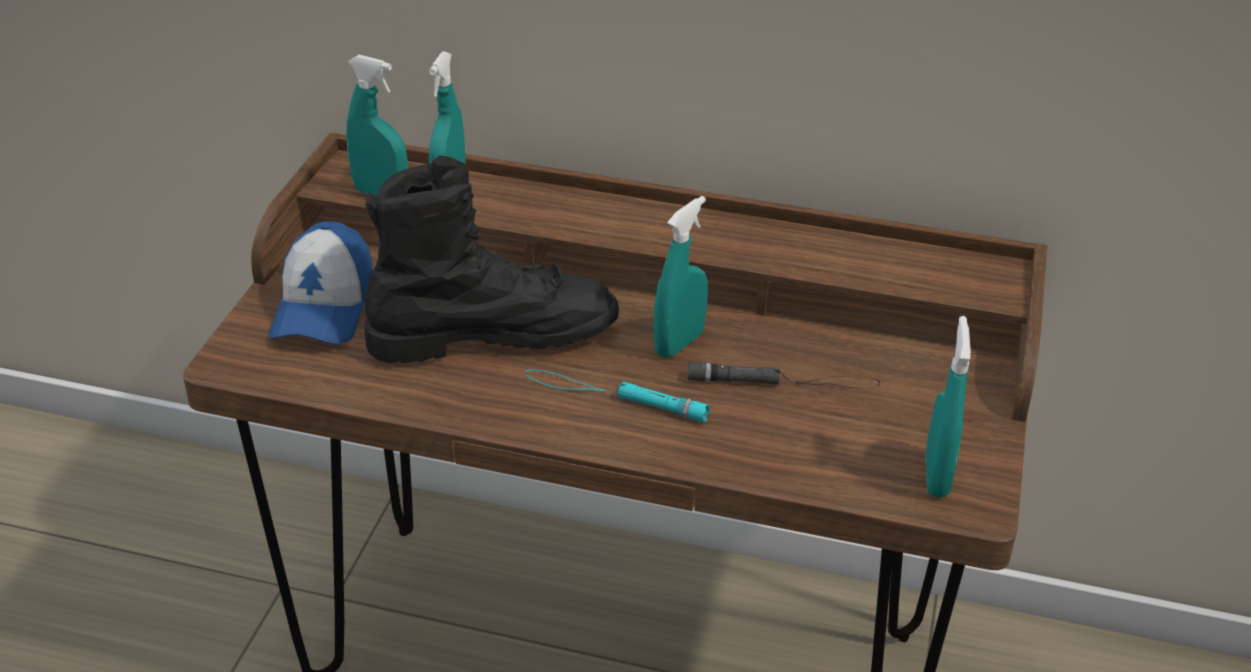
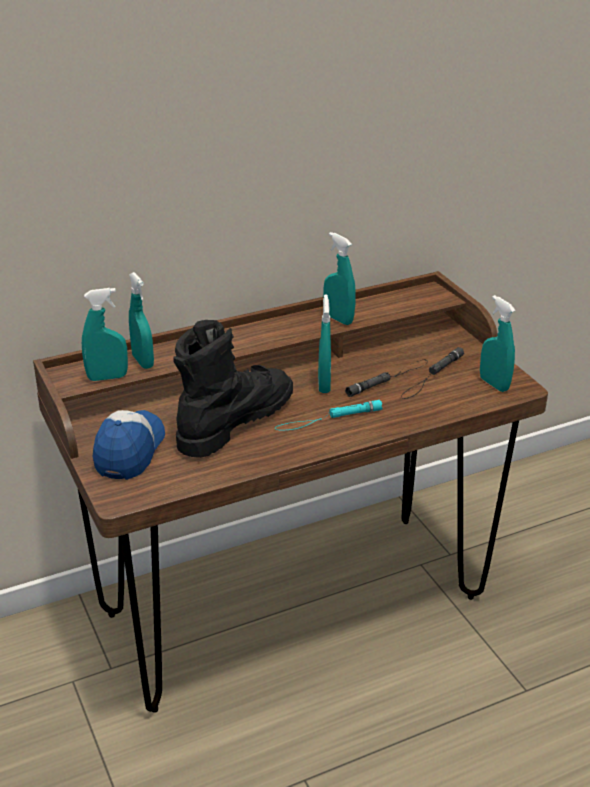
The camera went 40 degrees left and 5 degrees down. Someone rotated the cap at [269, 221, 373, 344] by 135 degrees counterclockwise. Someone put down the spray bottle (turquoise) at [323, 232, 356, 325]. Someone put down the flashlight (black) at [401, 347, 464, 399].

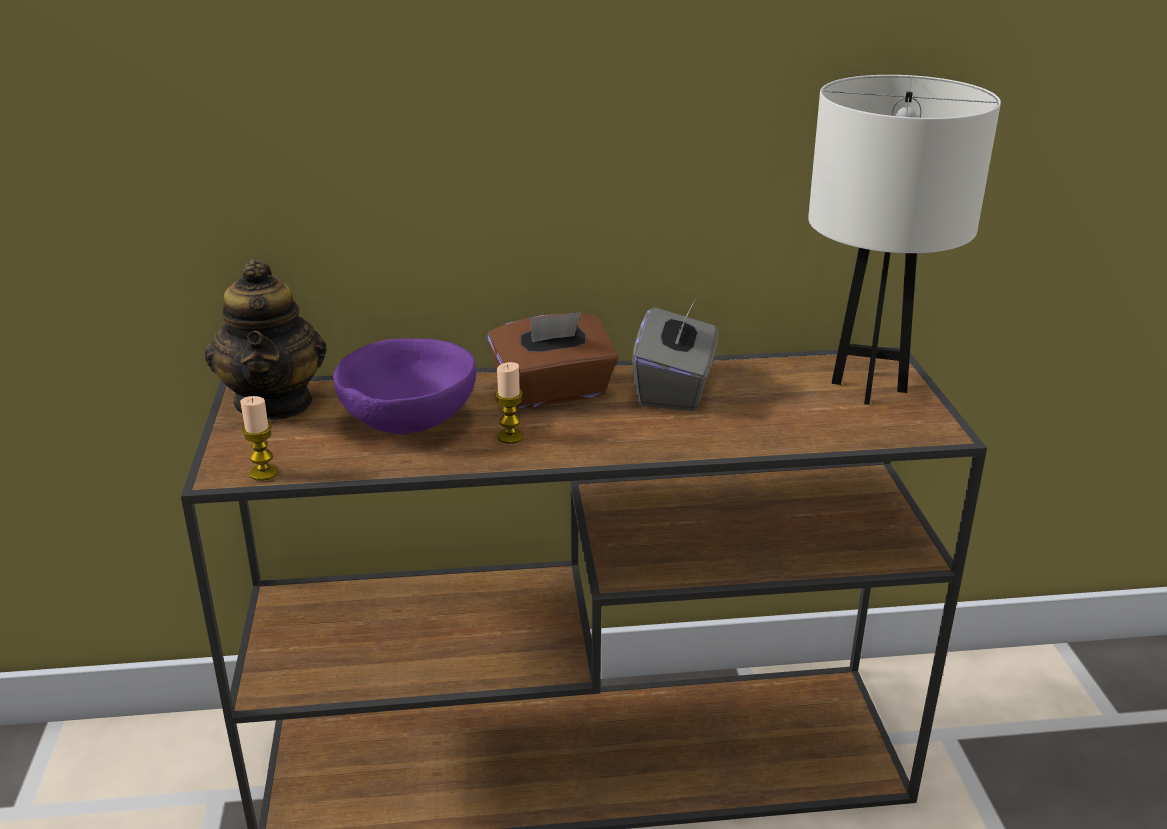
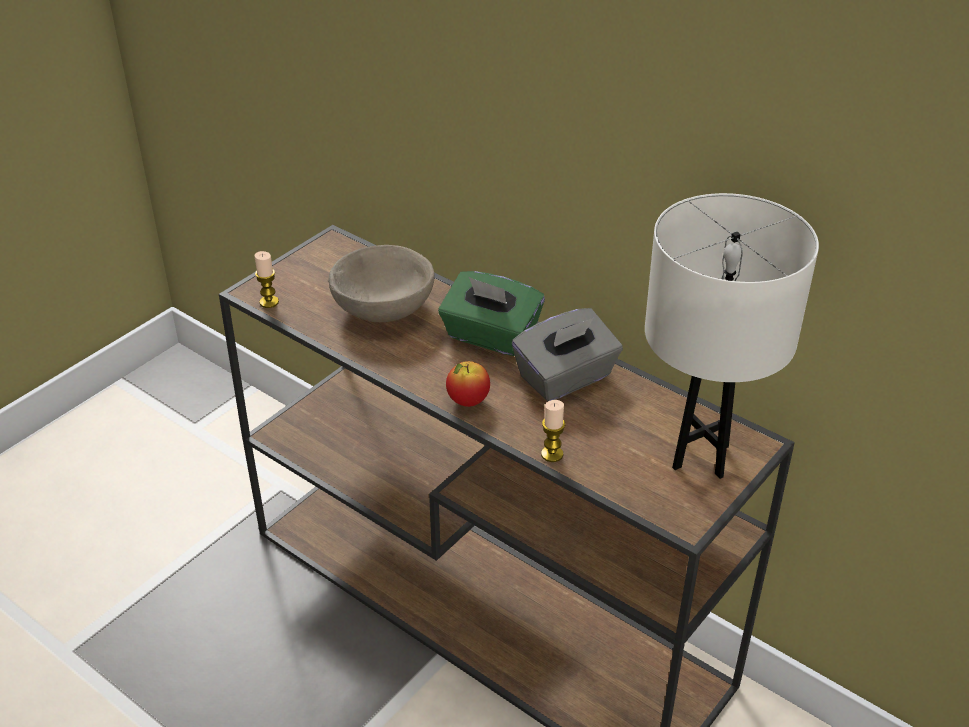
The camera went 45 degrees right and 10 degrees up. Someone took away the teapot at [205, 259, 326, 420]. Someone repainted the bowl (purple) at [333, 338, 476, 435], which became the bowl (beige) at [328, 245, 434, 322]. Someone repainted the tissue box (brown) at [487, 312, 618, 409], which became the tissue box (green) at [438, 271, 545, 356]. Someone carried the candle from [495, 362, 524, 444] to [541, 400, 565, 462]. Someone put down the apple at [446, 361, 490, 407].

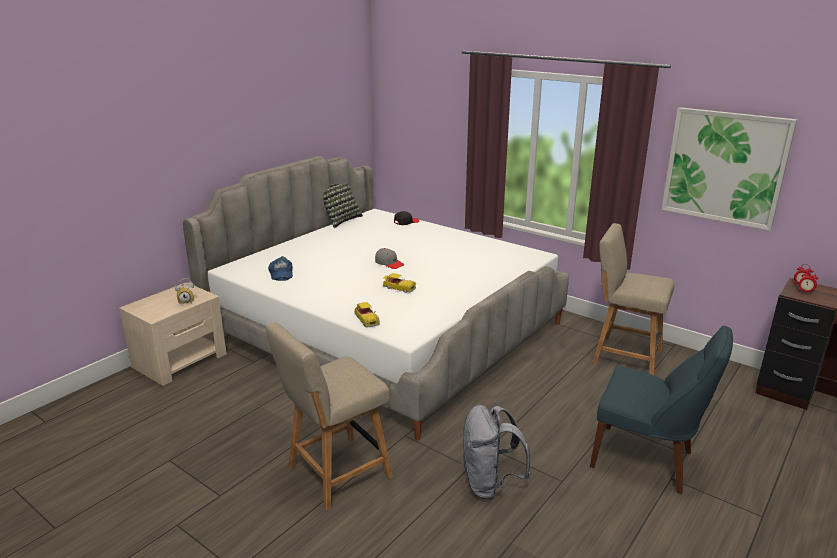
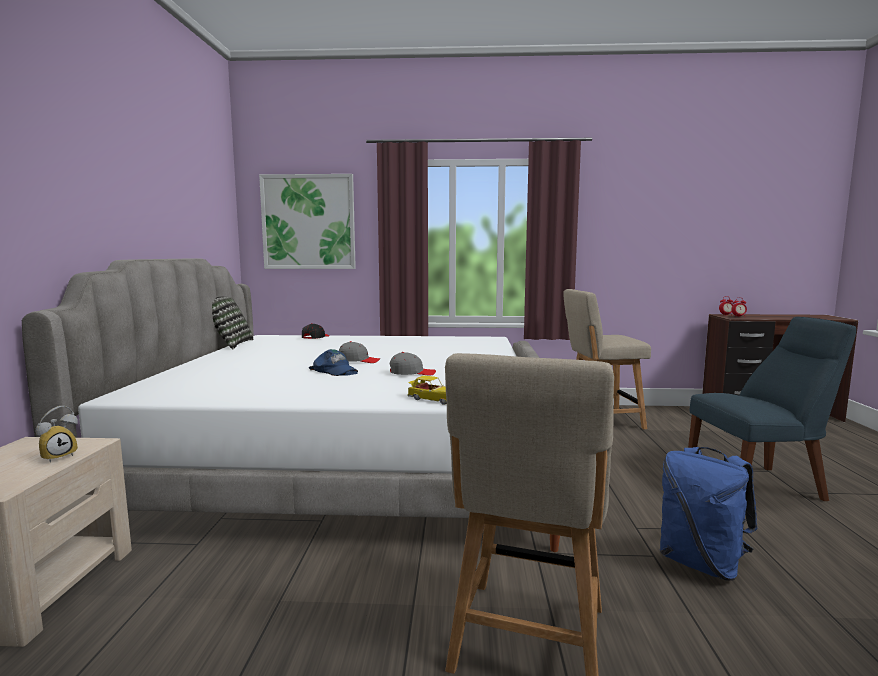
The camera went 35 degrees left and 15 degrees down. Someone carried the cap (blue) from [268, 256, 293, 281] to [309, 349, 358, 376]. Someone swapped the toy car at [383, 273, 416, 293] for the cap (grey) at [390, 352, 436, 376]. Someone repainted the backpack (grey) at [462, 405, 531, 500], which became the backpack (blue) at [660, 447, 757, 581]. Someone carried the picture from [662, 107, 797, 230] to [259, 174, 356, 269].

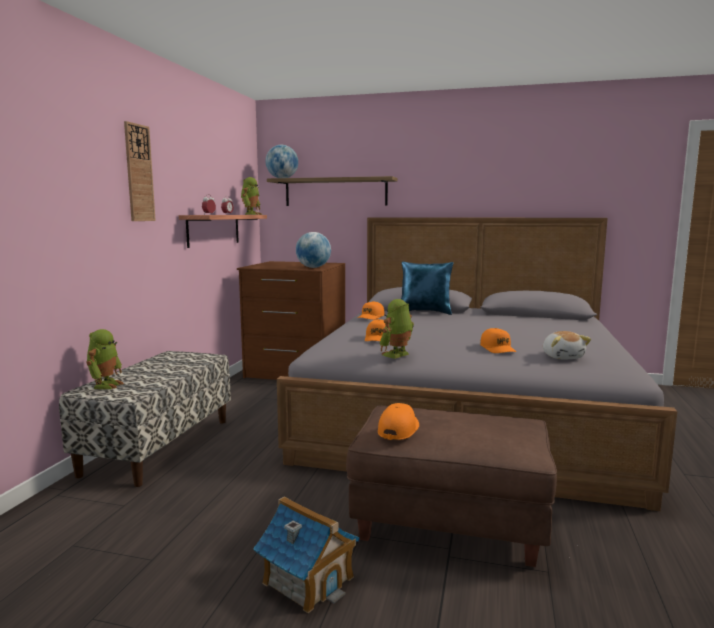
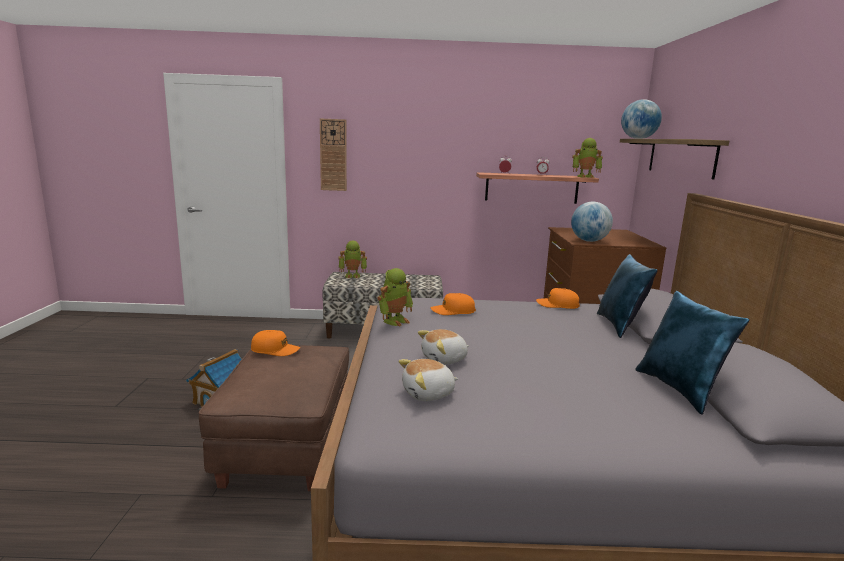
The camera went 75 degrees right and 5 degrees up. Someone carried the wall clock from [124, 121, 156, 221] to [320, 119, 347, 191]. Someone rotated the toy robot at [379, 299, 414, 359] by 105 degrees clockwise. Someone swapped the cap (orange) at [480, 328, 516, 353] for the plush toy at [418, 329, 469, 365]. Someone put down the pillow (blue) at [635, 291, 750, 415].

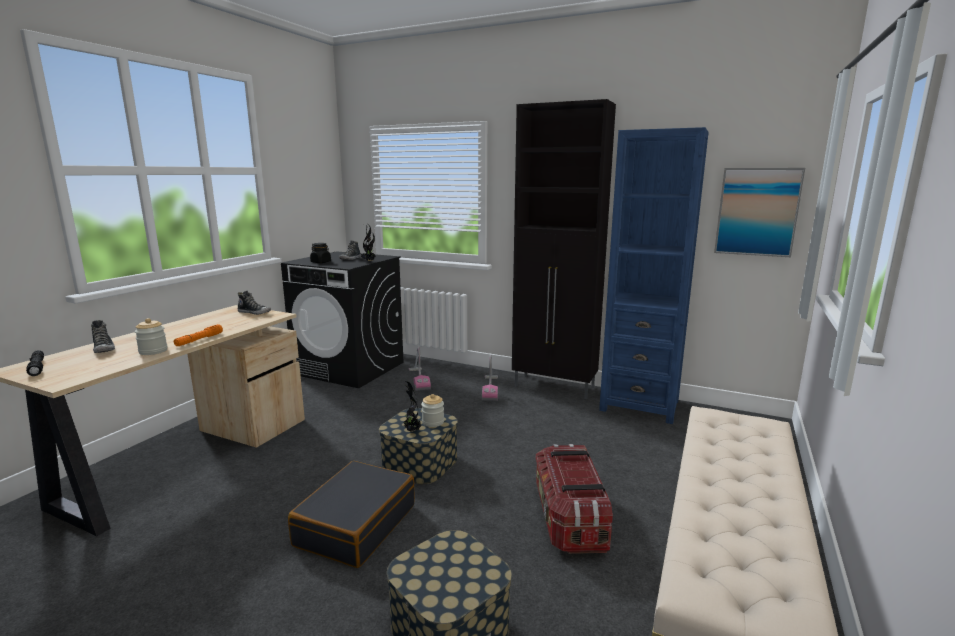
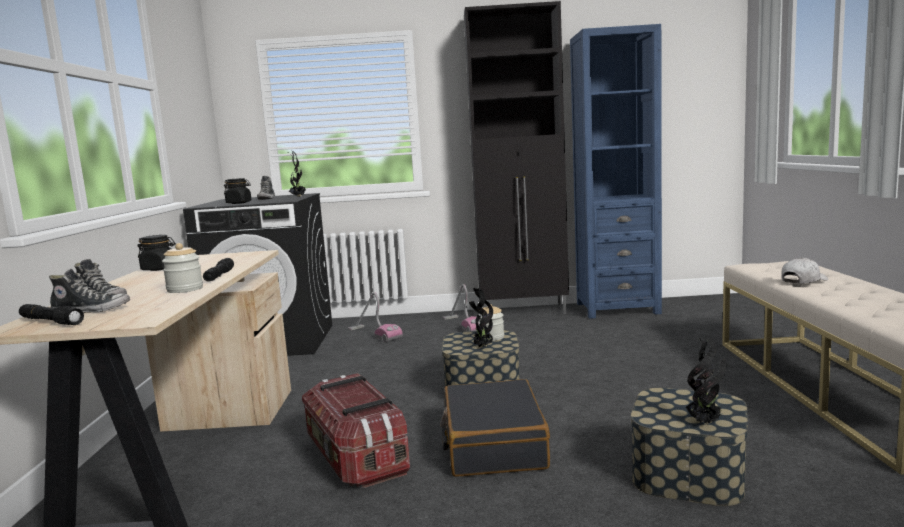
The camera went 25 degrees left and 5 degrees down. Someone repainted the flashlight (orange) at [174, 324, 223, 346], which became the flashlight (black) at [203, 258, 234, 282]. Someone carried the shoe from [237, 291, 271, 315] to [49, 269, 130, 313]. Someone carried the storage box from [536, 444, 613, 554] to [302, 373, 410, 488]. Someone took away the picture at [714, 168, 805, 257]. Someone put down the jar (black) at [137, 235, 176, 271]. Someone put down the potted plant at [686, 336, 726, 424]. Someone put down the cap (white) at [781, 257, 828, 284].

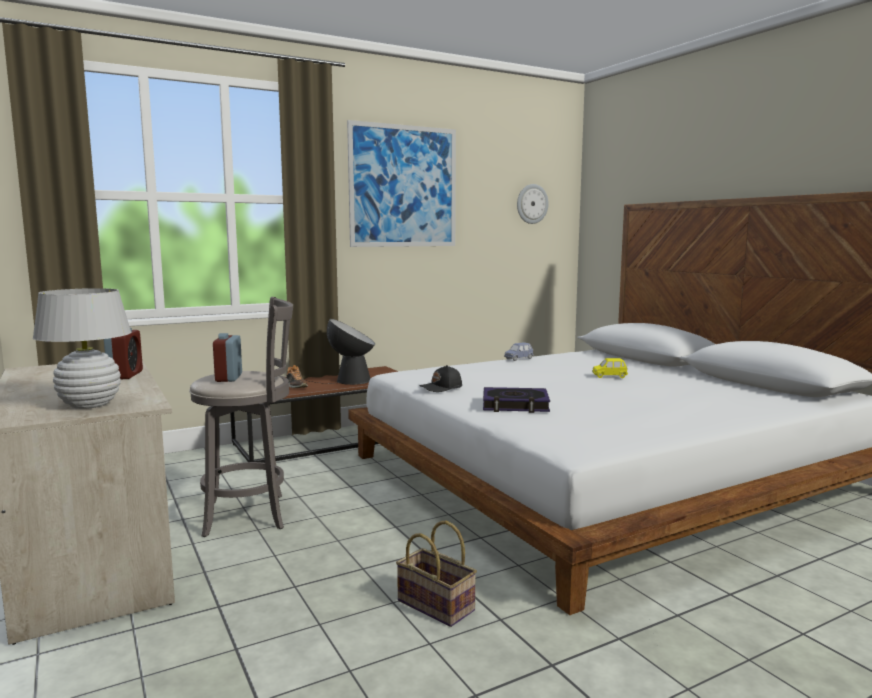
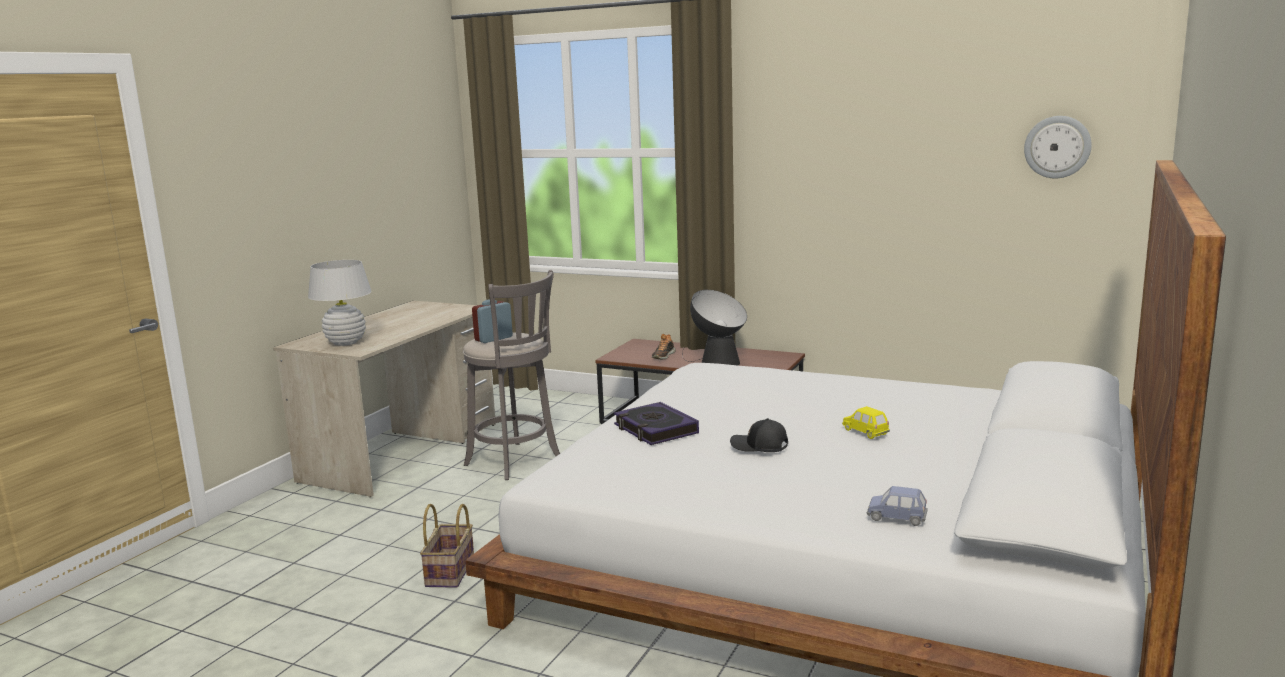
The camera went 55 degrees right and 5 degrees up. Someone took away the alarm clock at [104, 327, 143, 379]. Someone took away the picture at [347, 120, 456, 247]. Someone carried the cap (black) from [419, 365, 462, 392] to [730, 418, 788, 452]. Someone carried the toy car (blue) from [504, 342, 534, 361] to [867, 486, 928, 526].

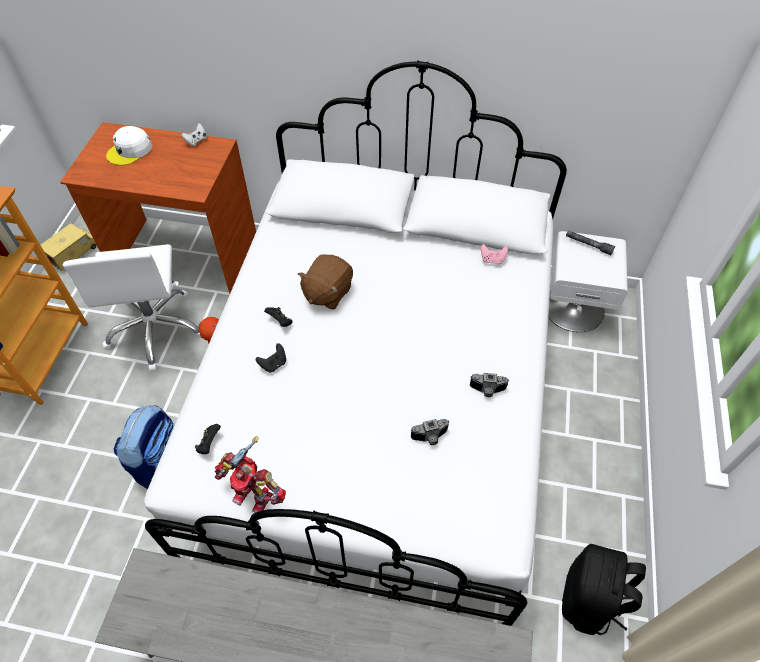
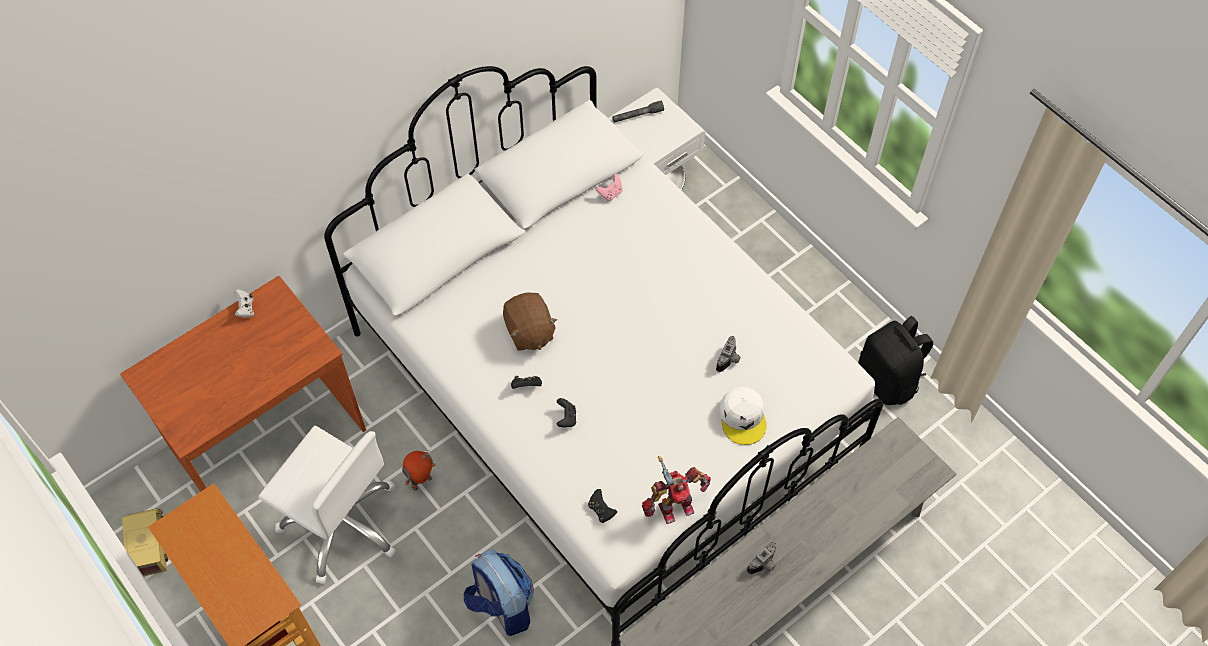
The camera went 50 degrees left and 5 degrees up. Someone carried the cap (white) from [106, 126, 152, 165] to [719, 387, 767, 445]. Someone carried the photo camera from [470, 373, 509, 397] to [747, 542, 776, 574].

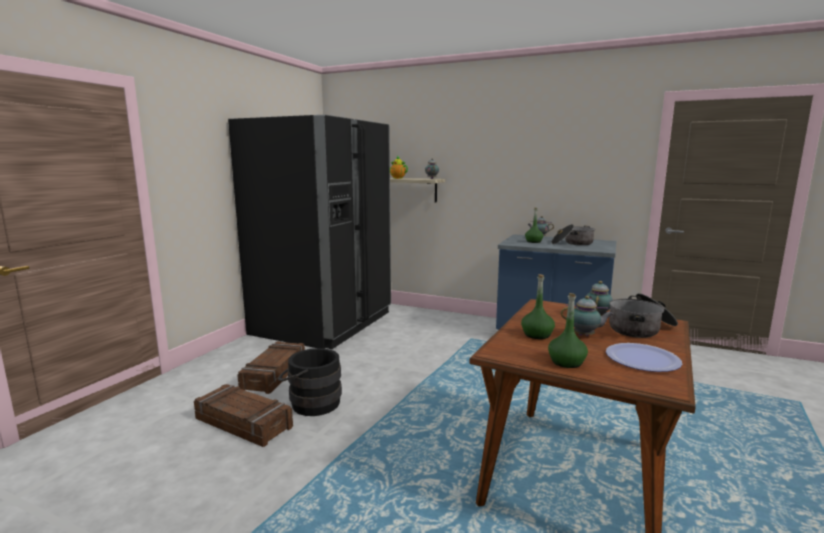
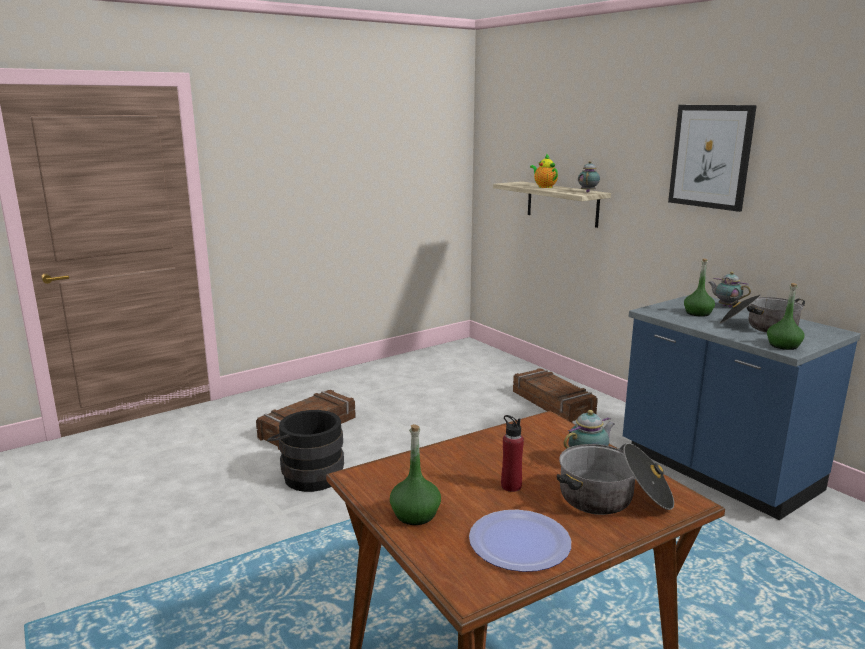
The camera went 30 degrees right and 5 degrees up. Someone carried the crate from [194, 384, 293, 447] to [513, 368, 598, 422]. Someone took away the fridge (black) at [228, 115, 391, 349]. Someone carried the bottle (green) from [521, 274, 555, 339] to [767, 283, 805, 350]. Someone swapped the teapot at [561, 296, 613, 336] for the bottle (red) at [501, 415, 524, 492]. Someone put up the picture at [668, 105, 757, 212].

